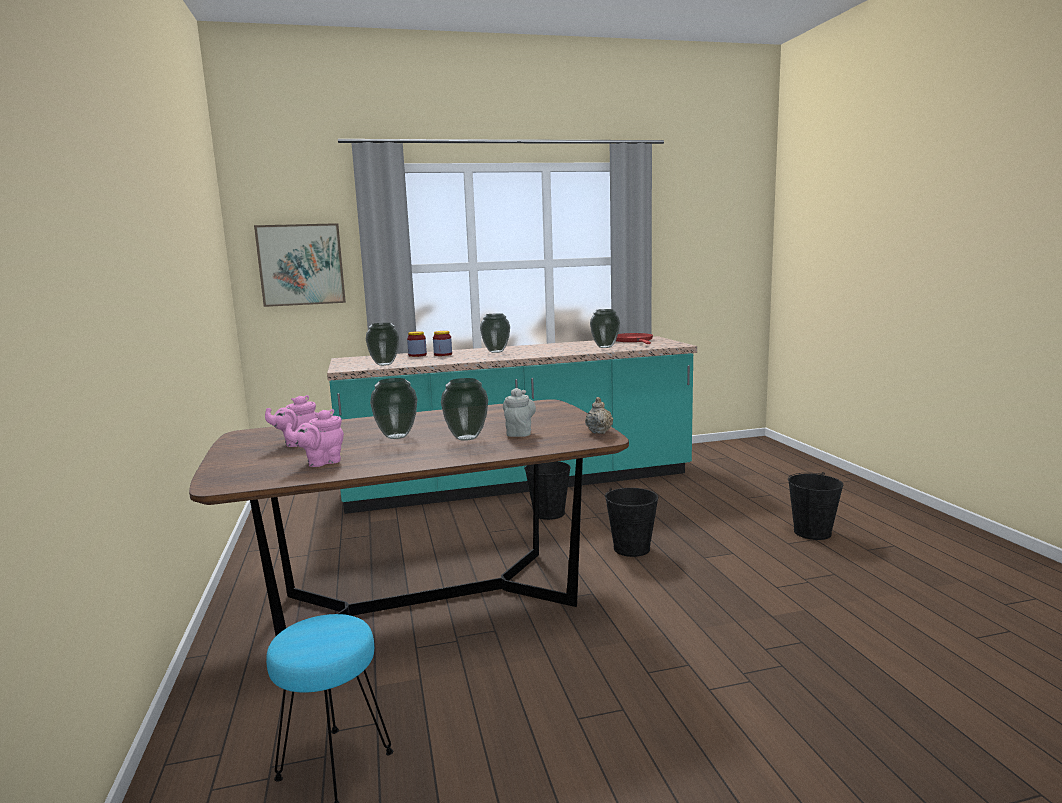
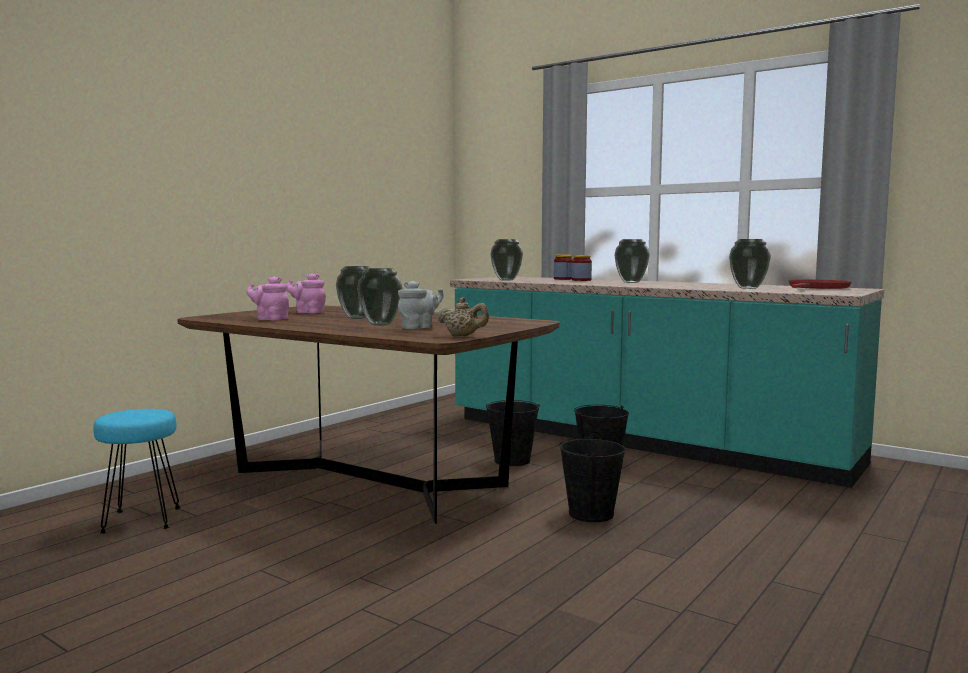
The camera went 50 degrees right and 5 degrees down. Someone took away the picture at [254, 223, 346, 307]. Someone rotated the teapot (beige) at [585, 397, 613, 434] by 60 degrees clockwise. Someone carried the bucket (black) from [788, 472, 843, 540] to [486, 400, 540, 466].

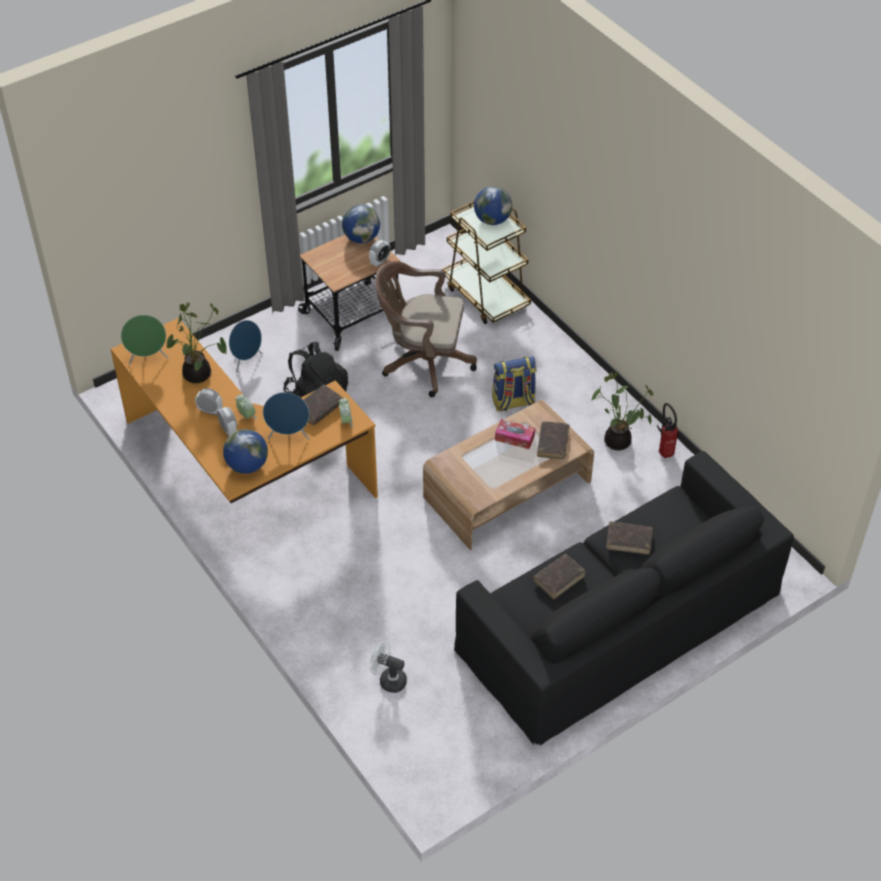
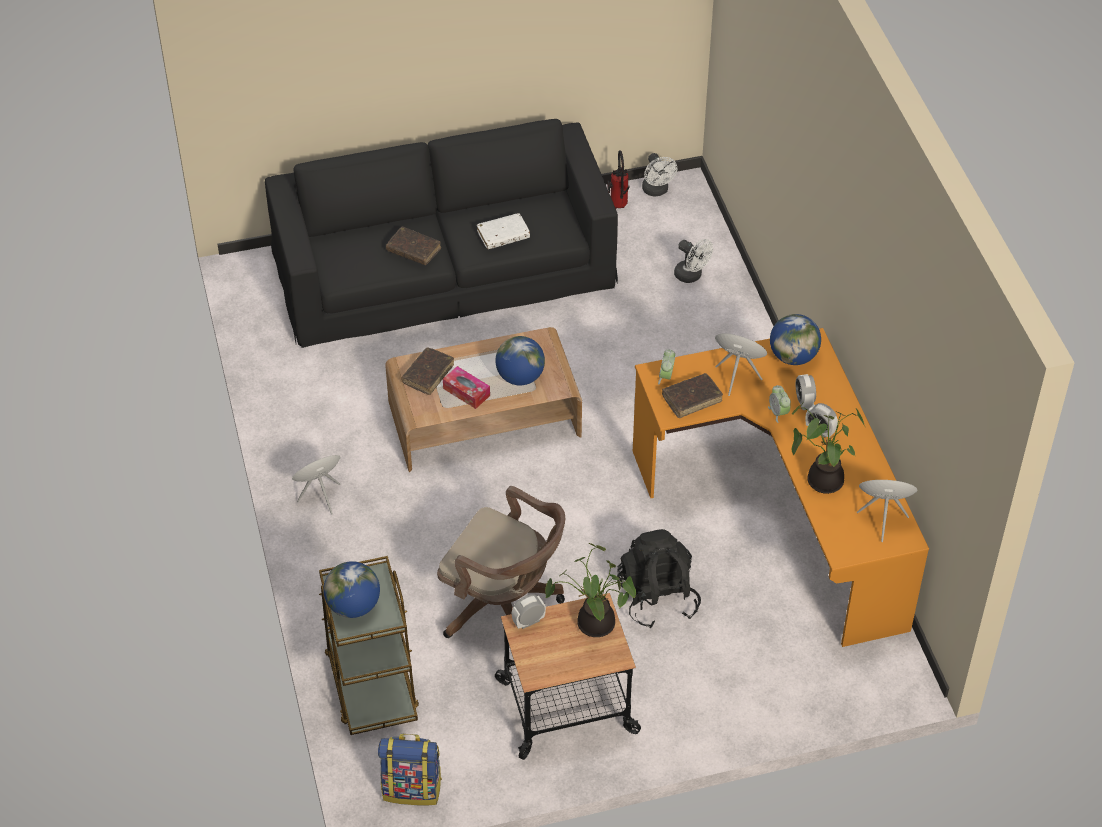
The camera went 160 degrees left and 0 degrees up. Someone carried the speaker (blue) from [229, 320, 263, 374] to [292, 455, 340, 515]. Someone carried the globe from [342, 205, 380, 243] to [495, 336, 545, 385]. Someone carried the backpack from [492, 356, 537, 412] to [378, 734, 442, 806]. Someone repainted the book (brown) at [533, 554, 586, 599], which became the book (white) at [477, 213, 530, 249]. Someone carried the potted plant from [591, 372, 654, 450] to [545, 543, 636, 637]. Someone carried the fire extinguisher from [657, 403, 680, 458] to [607, 150, 629, 209]. Someone put down the fan (white) at [642, 153, 677, 196].

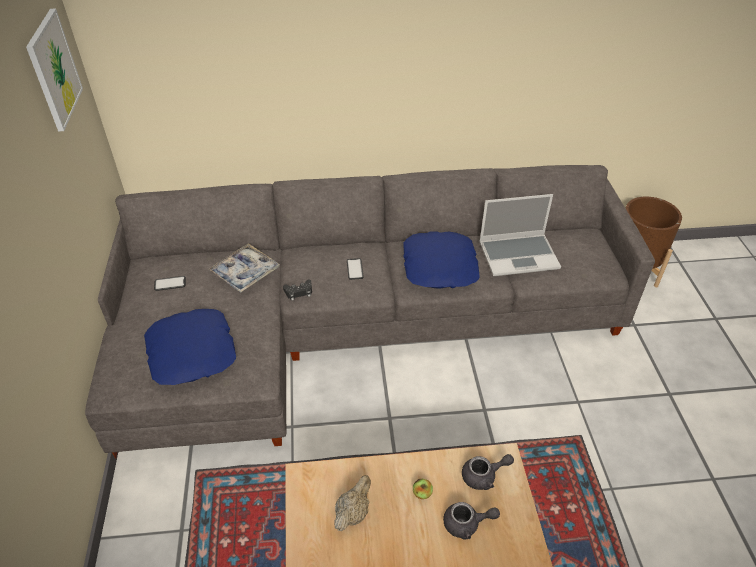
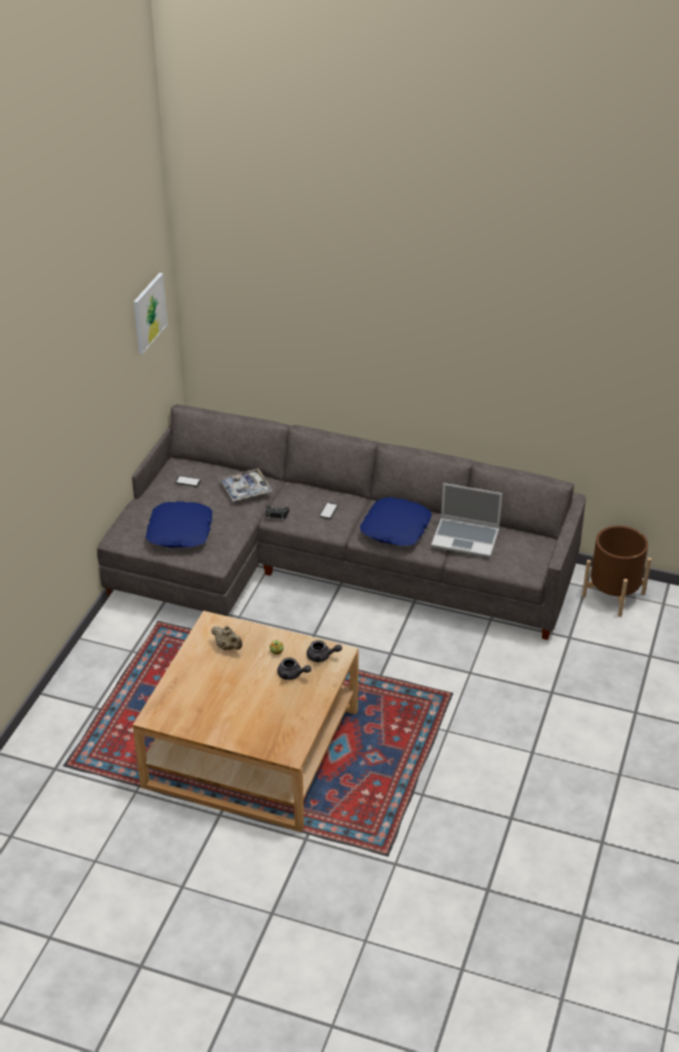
The camera went 25 degrees right and 5 degrees down. Someone rotated the teapot (beige) at [334, 475, 371, 531] by 75 degrees clockwise.

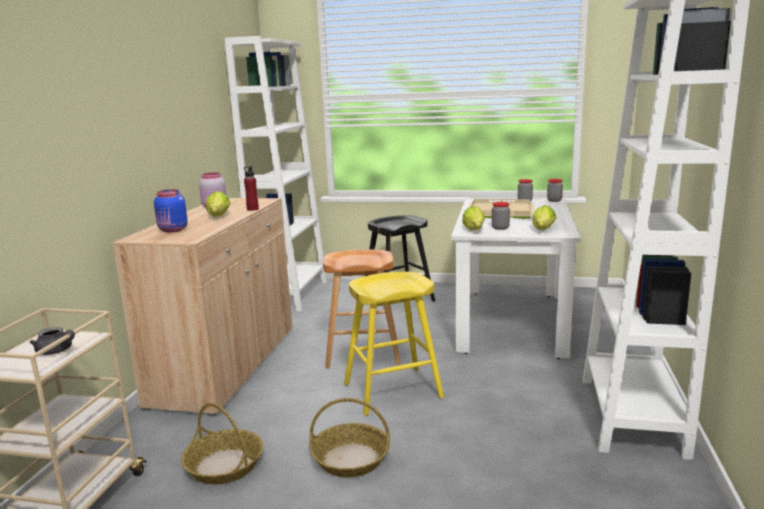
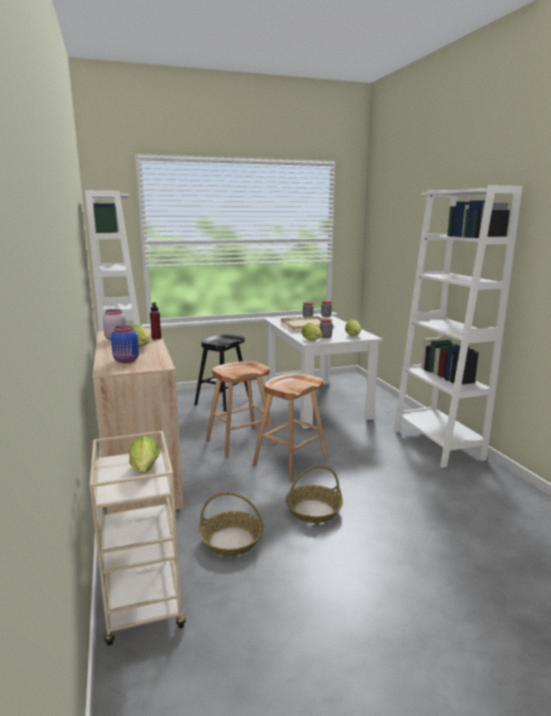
The camera went 30 degrees left and 0 degrees up. Someone swapped the teapot (grey) at [30, 327, 75, 355] for the lettuce at [129, 436, 160, 473]. Someone repainted the stool (yellow) at [344, 272, 444, 415], which became the stool (brown) at [253, 373, 328, 482].

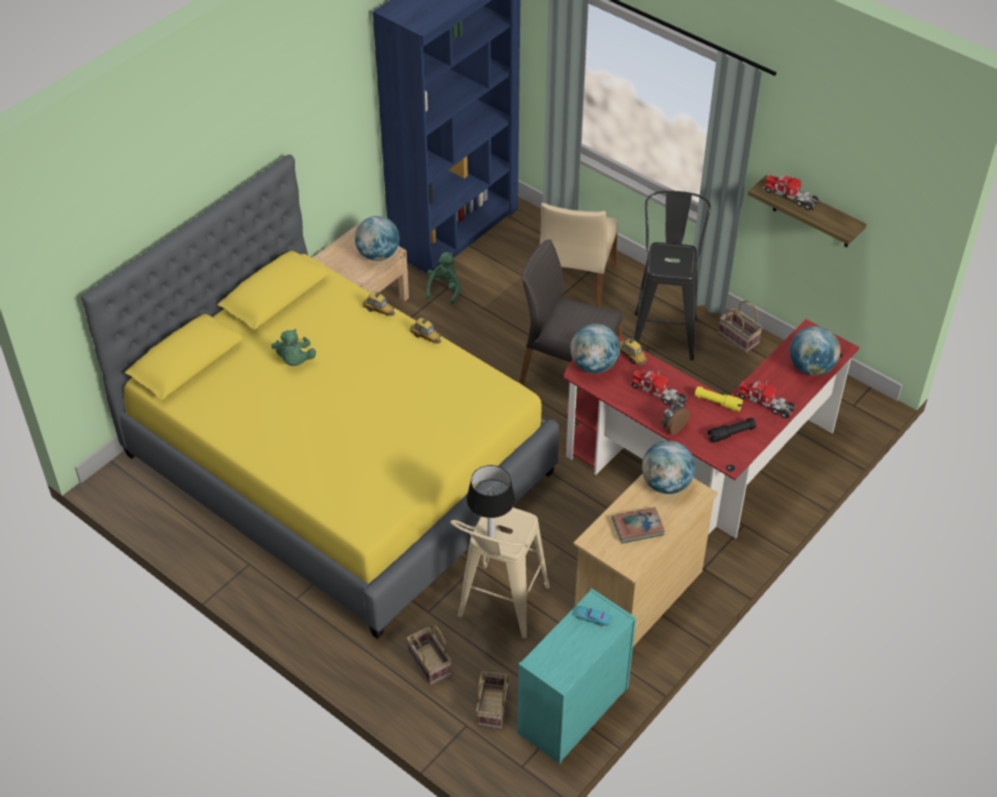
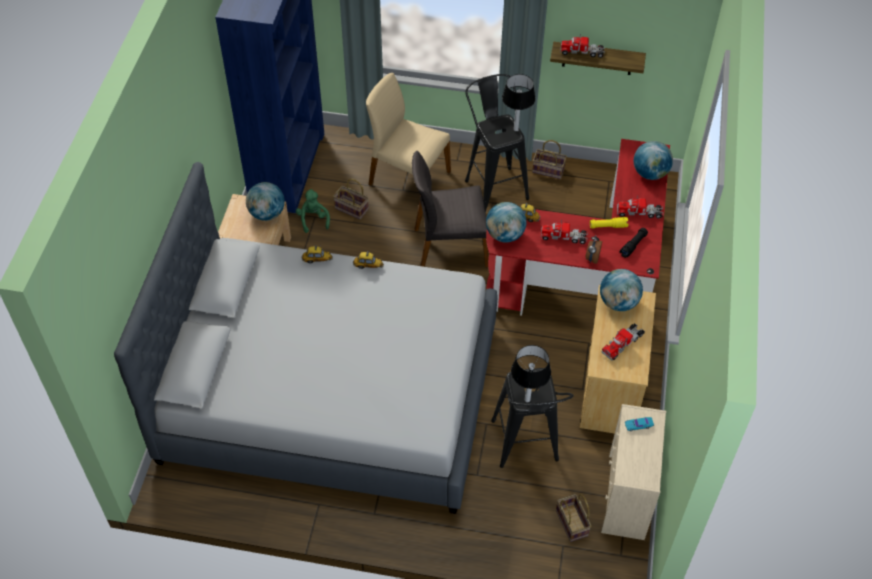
The camera went 30 degrees left and 5 degrees up. Someone repainted the bed (yellow) at [81, 155, 559, 639], which became the bed (grey) at [114, 162, 498, 514]. Someone took away the plush toy (green) at [271, 329, 316, 366]. Someone carried the basket from [407, 625, 451, 685] to [333, 179, 369, 219]. Someone repainted the stool (beige) at [450, 508, 550, 639], which became the stool (black) at [491, 368, 574, 468]. Someone repainted the dresser (turquoise) at [517, 588, 636, 764], which became the dresser (beige) at [601, 404, 666, 540]. Someone rotated the chair (beige) at [540, 203, 618, 308] by 135 degrees clockwise. Someone swapped the book at [612, 507, 665, 543] for the toy truck at [602, 323, 645, 361]. Someone put down the table lamp at [502, 74, 535, 131].

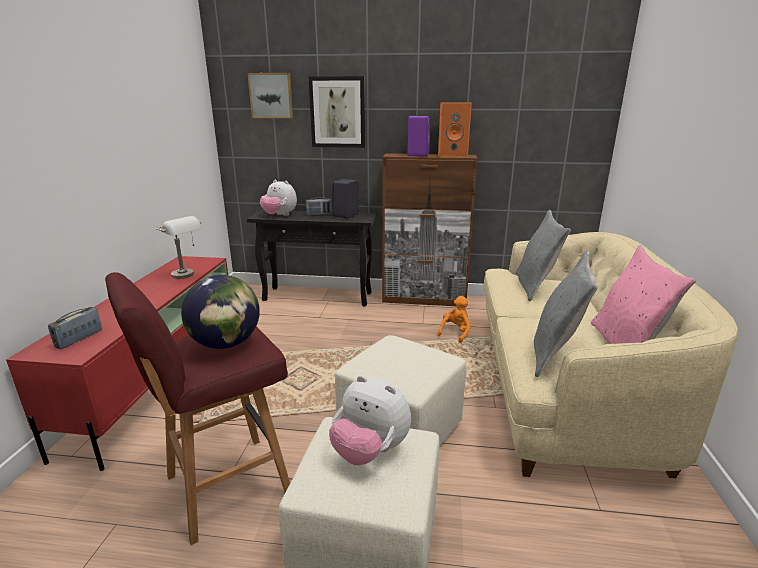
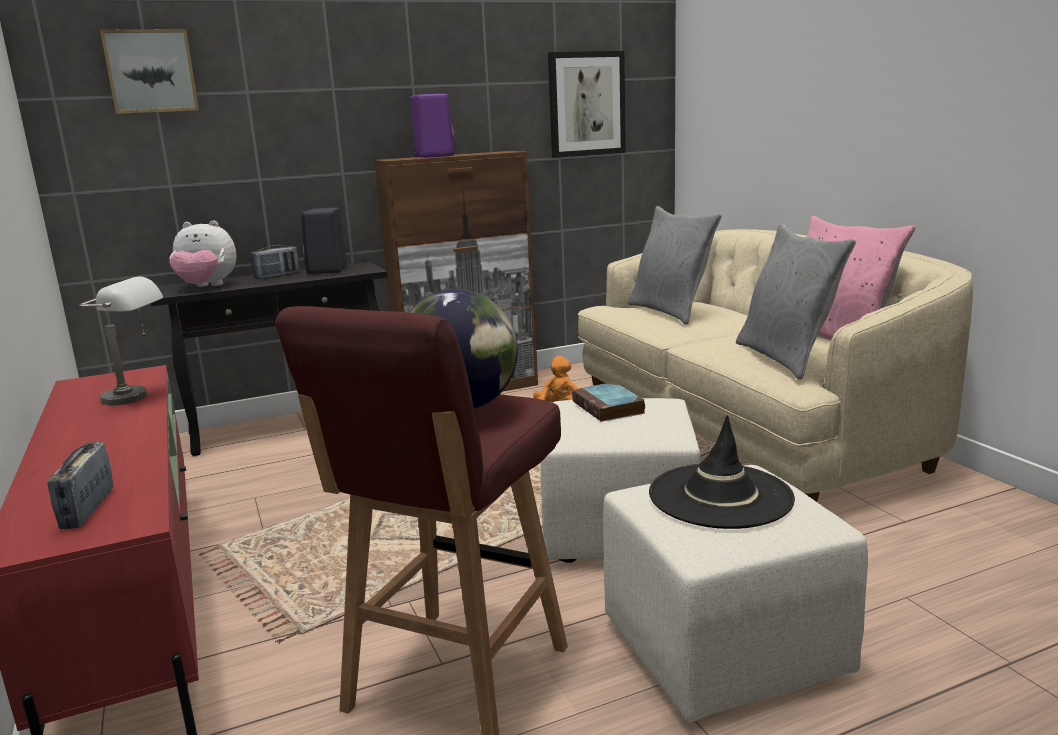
The camera went 30 degrees left and 5 degrees down. Someone carried the picture from [309, 76, 365, 148] to [548, 51, 626, 158]. Someone swapped the plush toy at [329, 375, 411, 465] for the hat (black) at [649, 415, 795, 529]. Someone took away the speaker (orange) at [438, 102, 472, 157]. Someone put down the book at [572, 382, 645, 422].

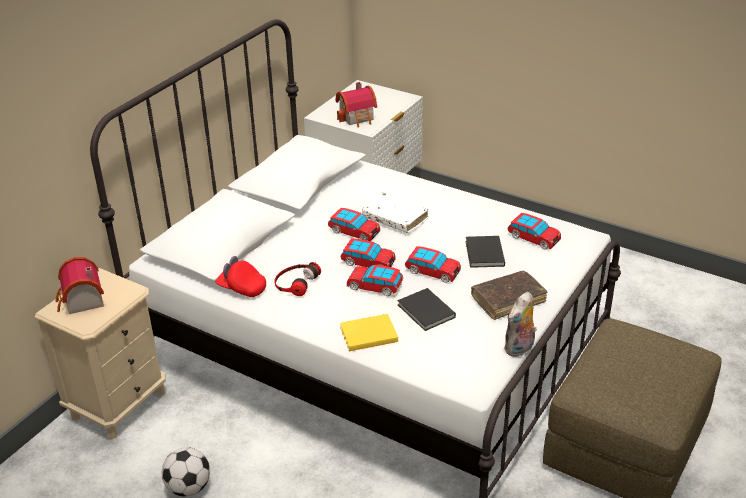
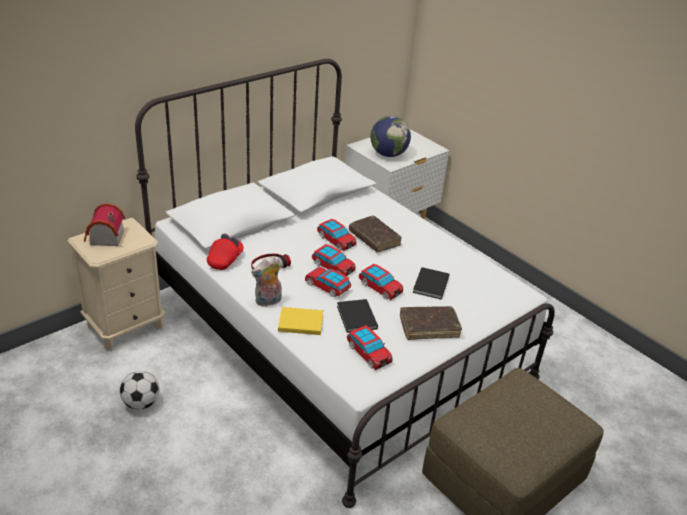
The camera went 15 degrees right and 0 degrees up. Someone rotated the cap (red) at [215, 256, 266, 297] by 75 degrees clockwise. Someone swapped the toy house at [335, 82, 377, 127] for the globe at [370, 116, 411, 157]. Someone repainted the book (white) at [362, 192, 429, 233], which became the book (brown) at [349, 215, 401, 252]. Someone carried the plush toy from [504, 292, 537, 357] to [251, 256, 282, 306]. Someone carried the toy car from [508, 213, 561, 250] to [347, 325, 393, 370].

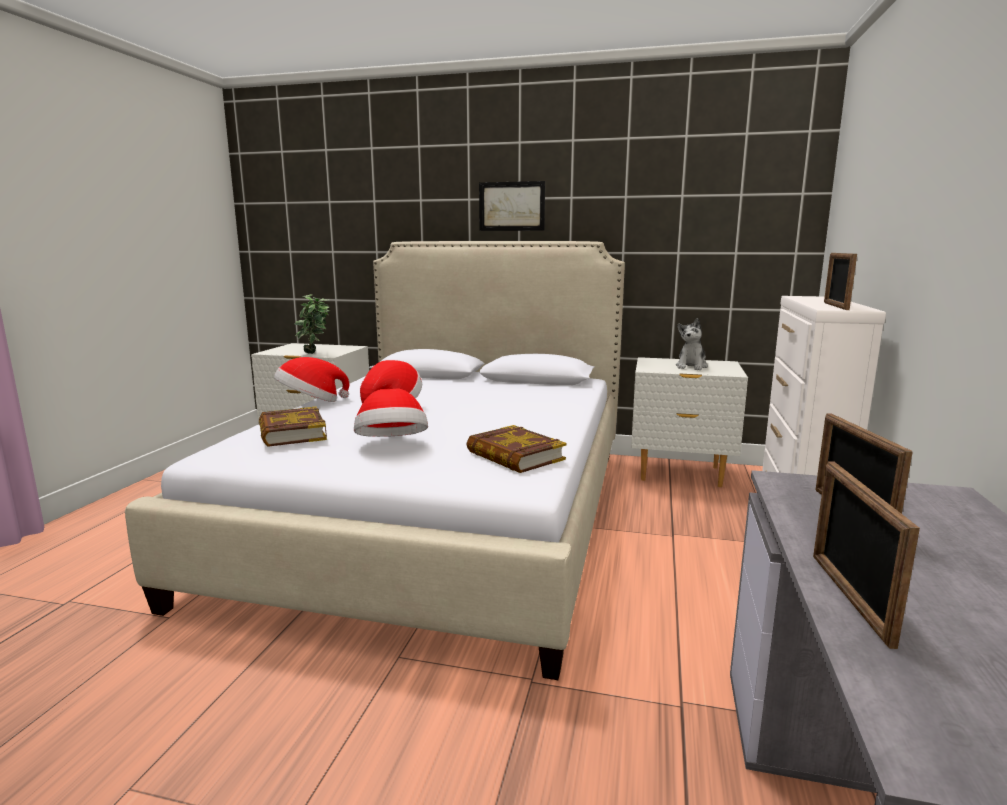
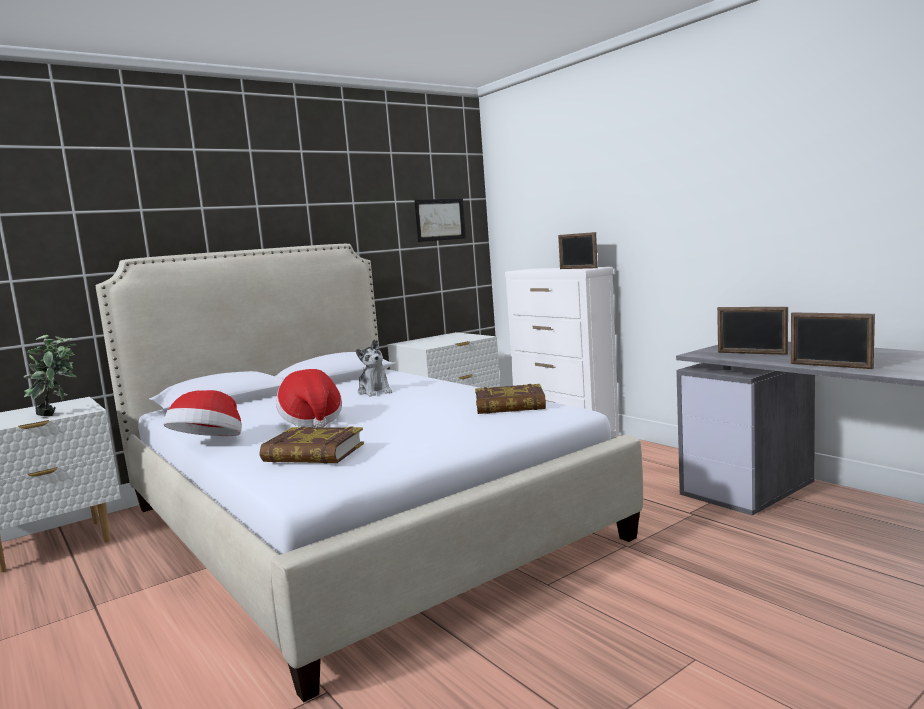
The camera went 50 degrees left and 5 degrees down. Someone took away the hat at [354, 389, 428, 437]. Someone carried the picture from [479, 181, 545, 231] to [415, 198, 466, 242]. Someone carried the plush toy from [676, 318, 708, 370] to [355, 339, 392, 397].

